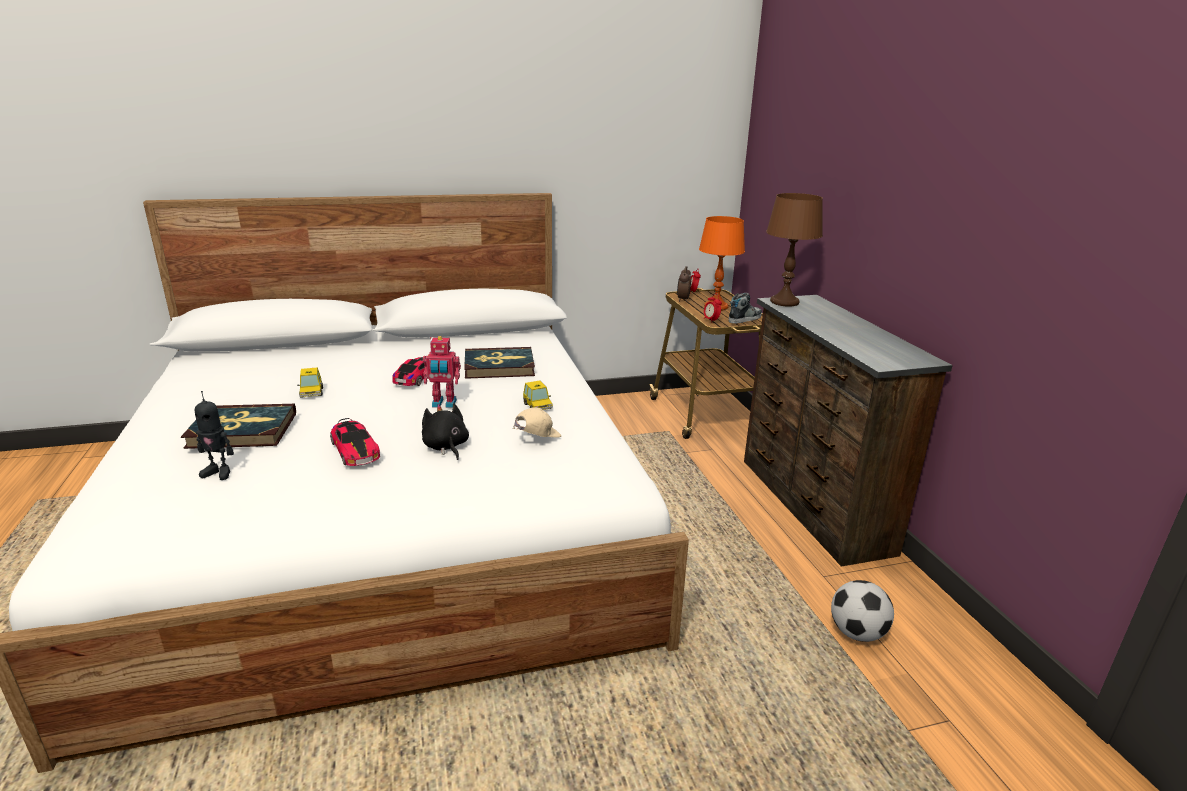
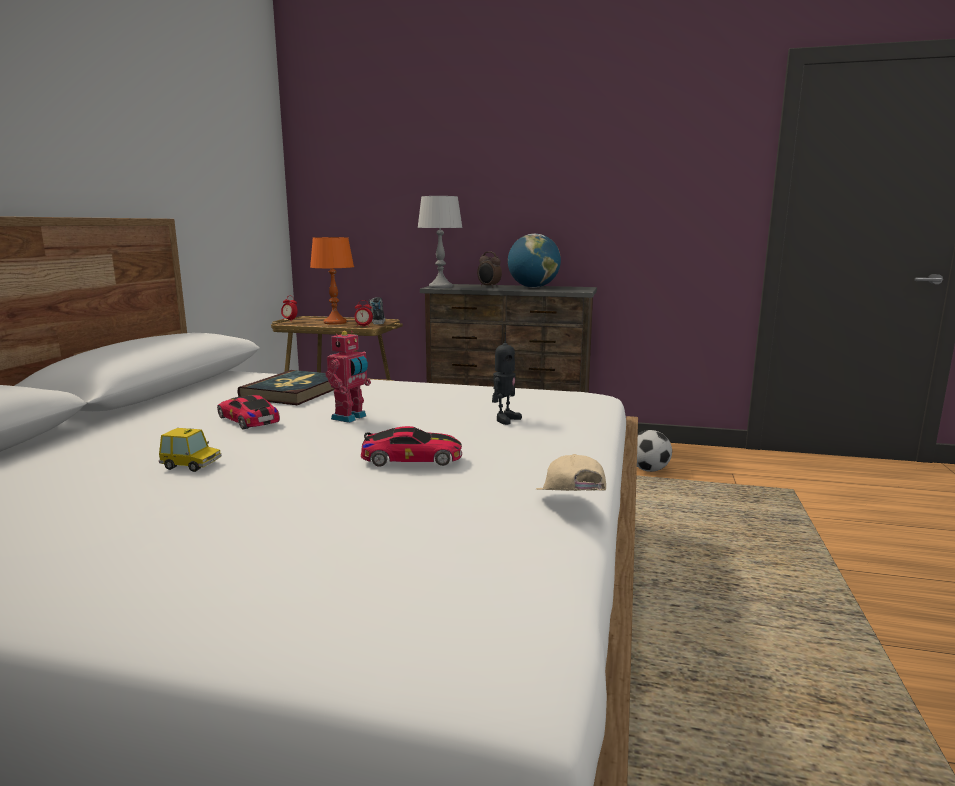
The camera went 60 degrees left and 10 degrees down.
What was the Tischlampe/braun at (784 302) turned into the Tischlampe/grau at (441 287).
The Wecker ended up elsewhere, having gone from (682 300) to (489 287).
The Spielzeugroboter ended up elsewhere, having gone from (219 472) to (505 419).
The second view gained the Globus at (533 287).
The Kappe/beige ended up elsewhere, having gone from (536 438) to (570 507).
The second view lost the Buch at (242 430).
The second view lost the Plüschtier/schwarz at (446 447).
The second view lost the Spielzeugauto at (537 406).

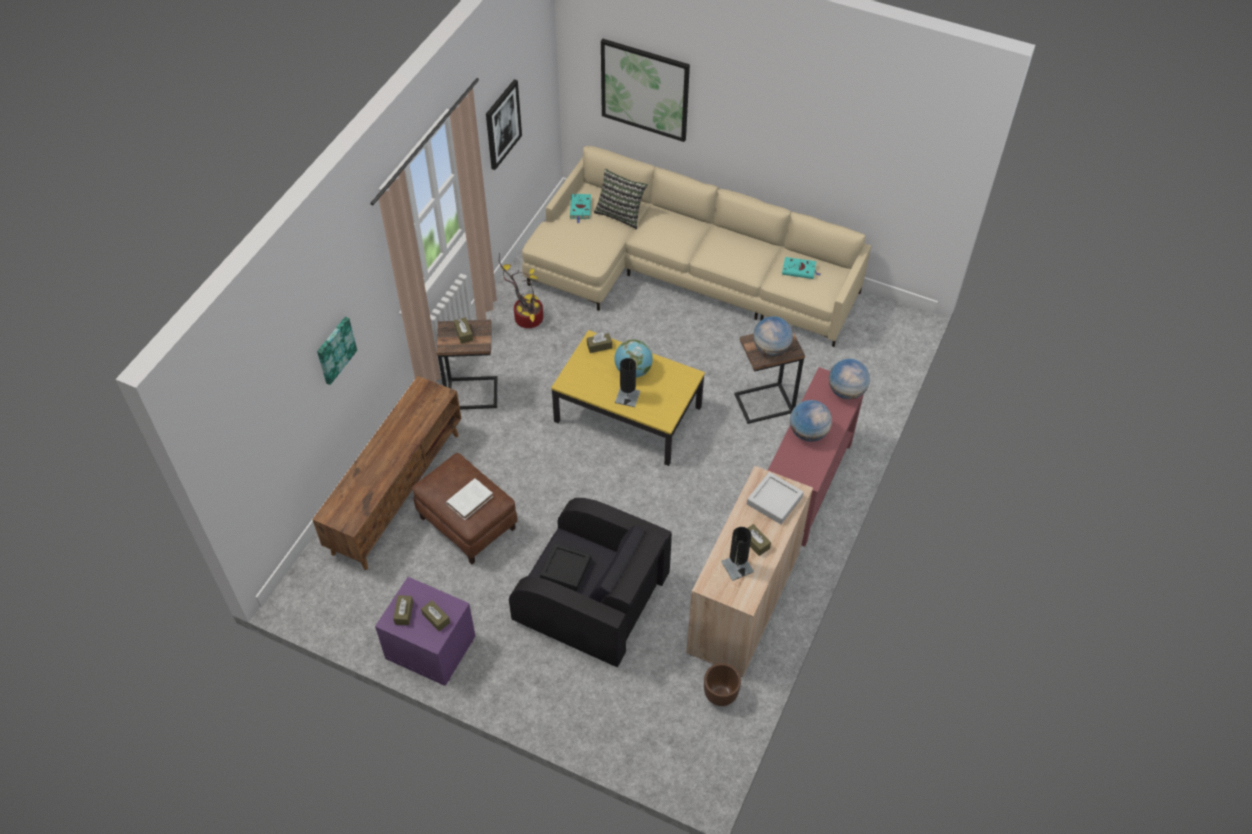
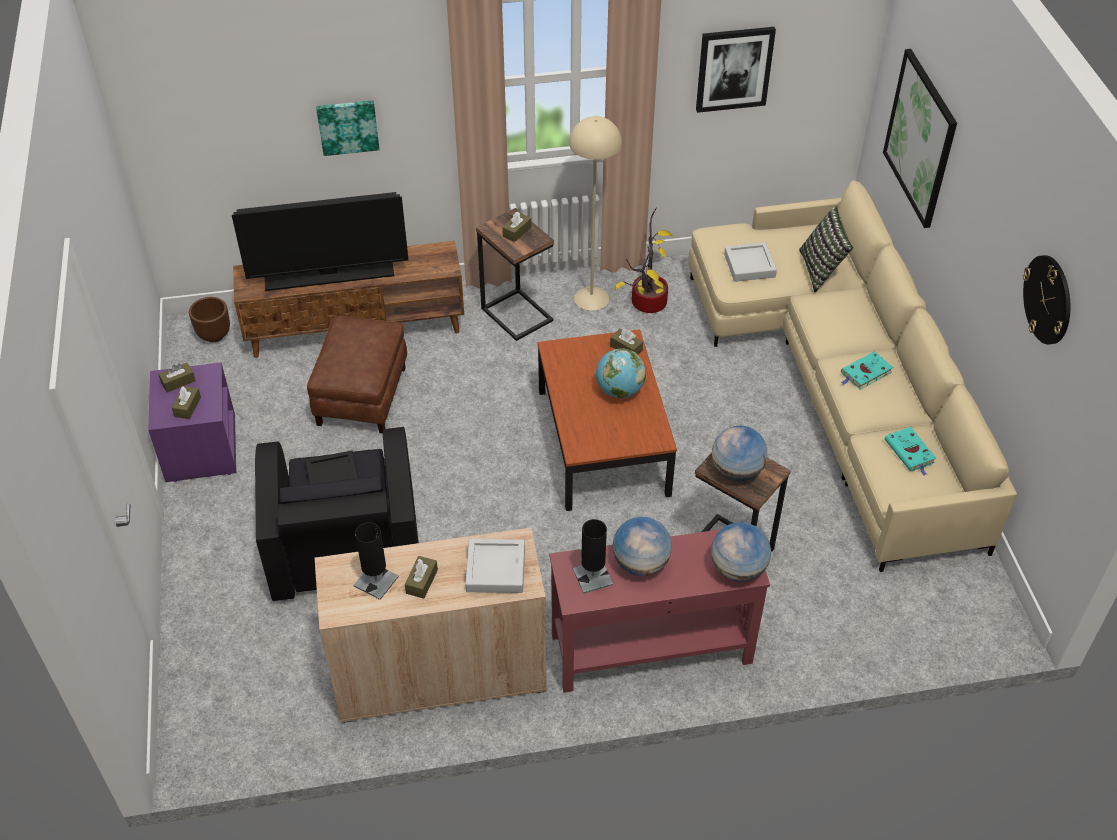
The camera went 55 degrees right and 5 degrees down.
The Pflanzkübel/braun ended up elsewhere, having gone from (720 694) to (214 335).
The second view gained the Fernseher at (330 276).
What was the Couchtisch/gelb at (628 414) turned into the Couchtisch/braun at (603 442).
The second view gained the Stehlampe/beige at (591 298).
The Tischlampe/schwarz ended up elsewhere, having gone from (627 397) to (592 577).
The second view gained the Tablett/grau at (749 265).
The Buch/türkis ended up elsewhere, having gone from (580 209) to (865 373).
The second view gained the Wanduhr at (1048 299).
The second view lost the Buch/weiß at (471 499).

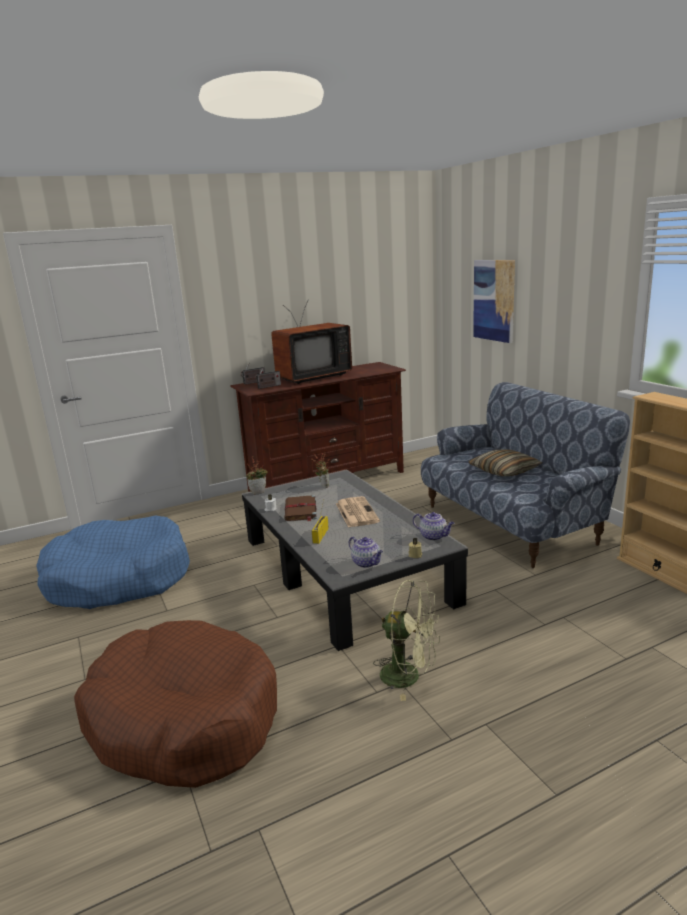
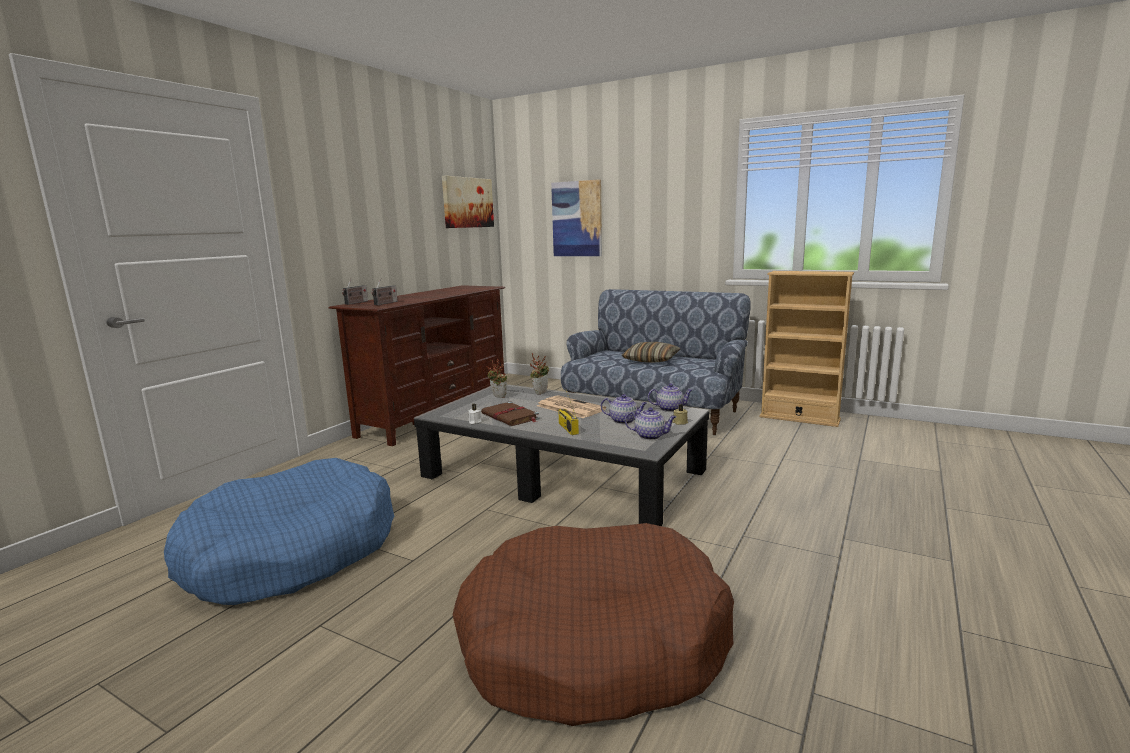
The camera went 35 degrees left and 5 degrees down.
The second view gained the Bild at (467 202).
The Topfpflanze ended up elsewhere, having gone from (258 492) to (540 392).
The second view gained the Teekanne at (624 421).
The second view lost the Fernseher at (310 377).
The second view lost the Ventilator/grün at (409 676).

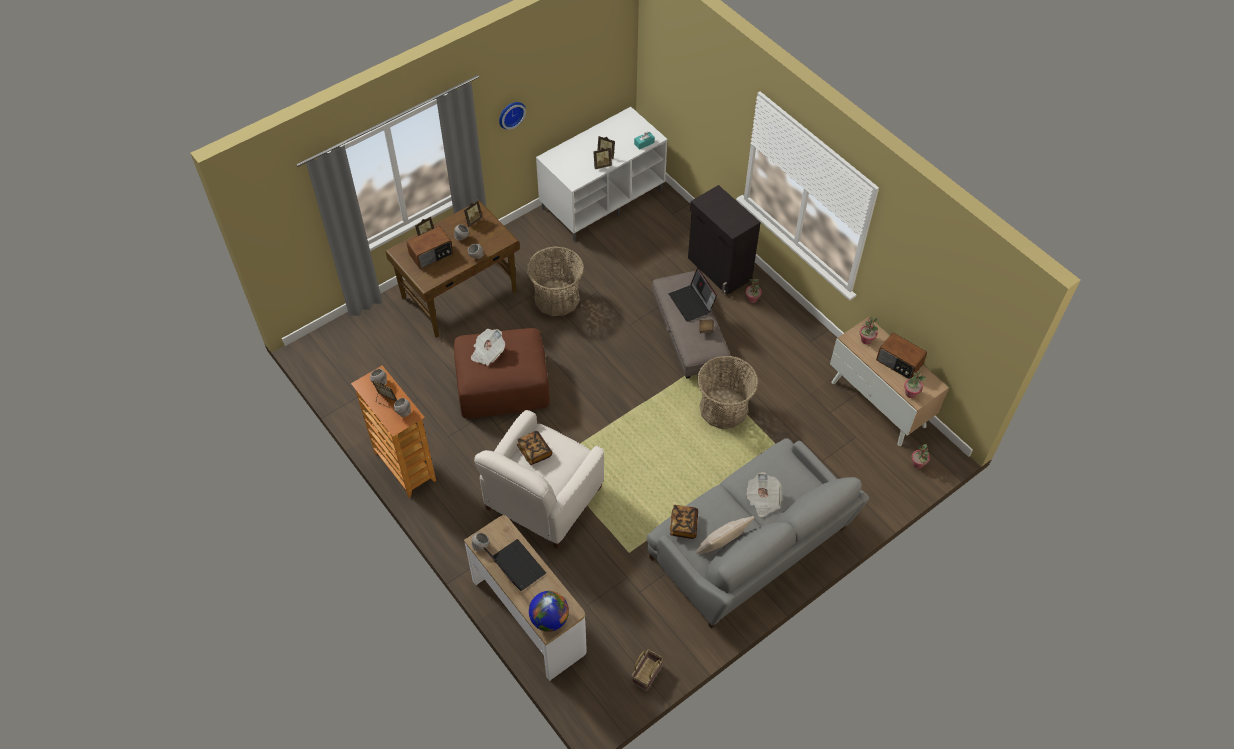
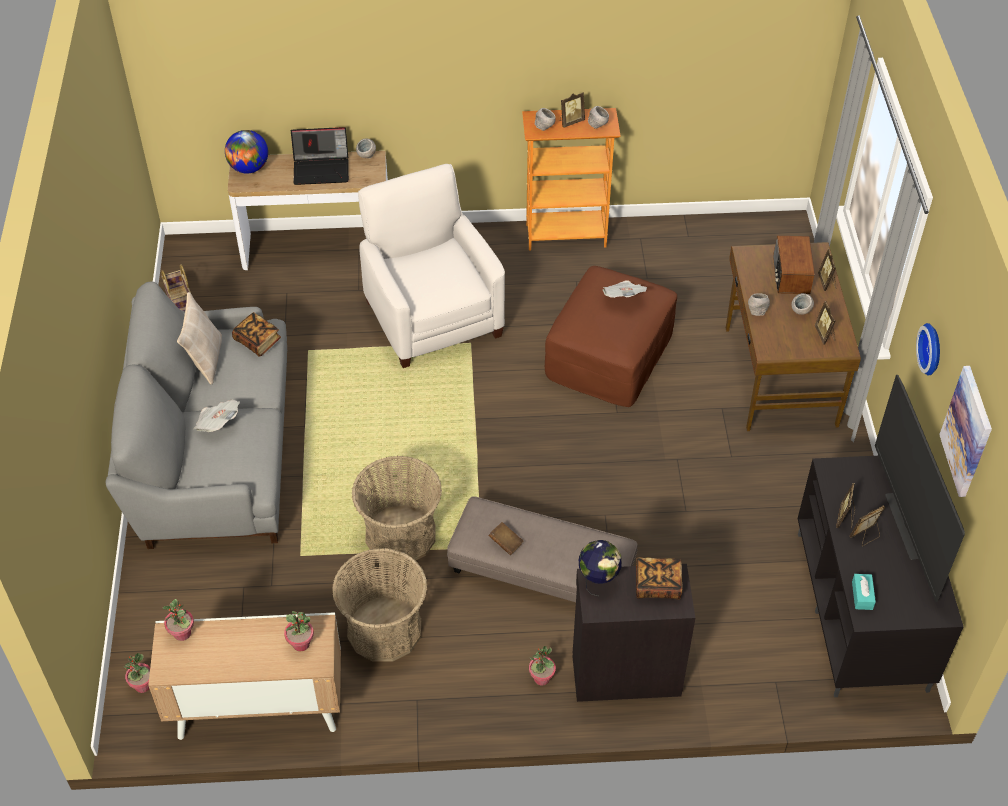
The camera went 125 degrees right and 5 degrees down.
The Korb ended up elsewhere, having gone from (557 298) to (384 629).
The second view gained the Globus at (598 580).
The Buch ended up elsewhere, having gone from (534 451) to (657 585).
What was the Fernsehschrank/weiß at (602 199) turned into the Fernsehschrank/schwarz at (862 611).
The second view gained the Fernseher at (904 526).
The second view gained the Bild at (967 431).
The second view lost the Laptop at (692 303).
The second view lost the Radio at (899 363).

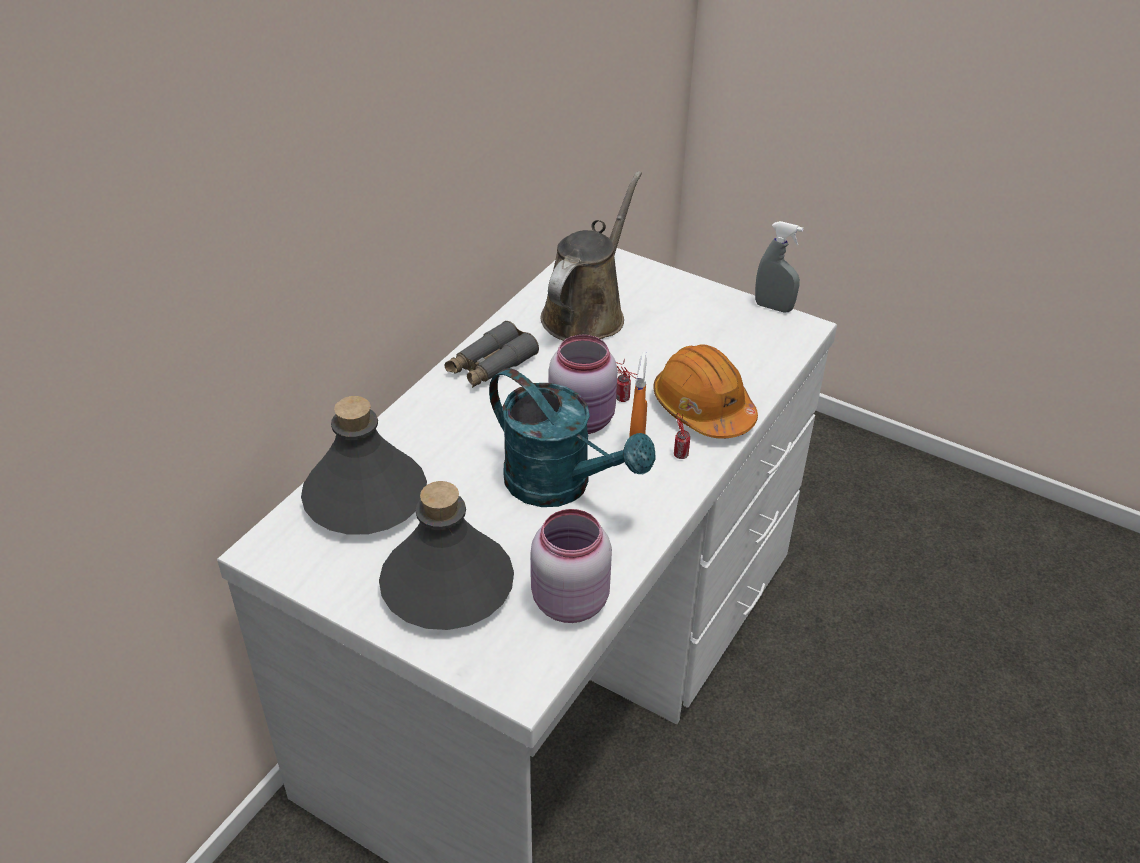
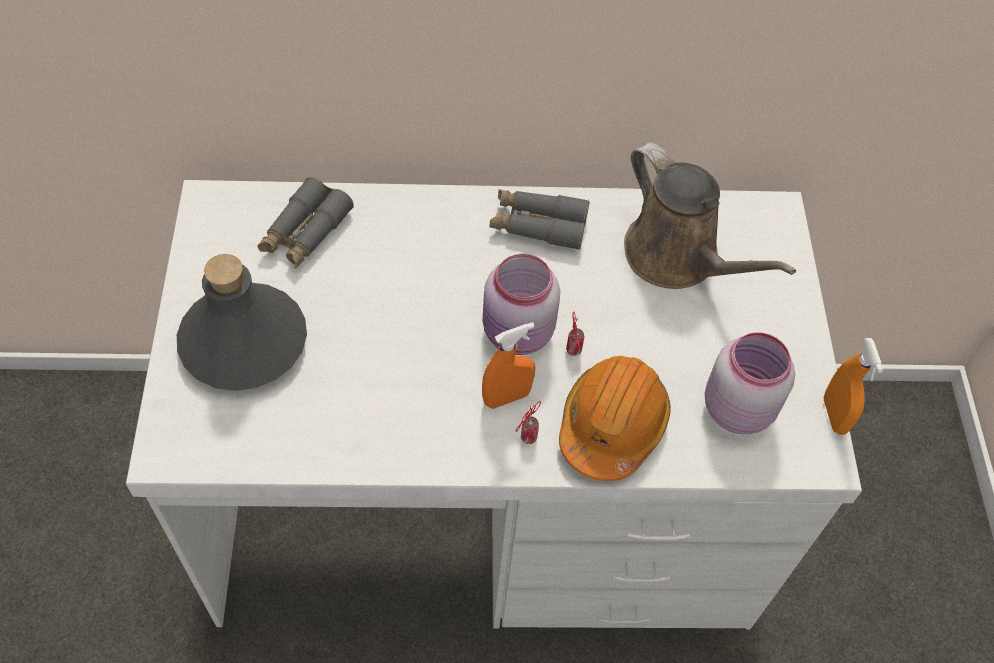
The camera went 55 degrees right and 15 degrees up.
Where the Flasche/grau stood at (365 499), the Fernglas/grau came to stand at (305 232).
The Gießkanne/braun at (587 313) ended up facing another way, 60 degrees clockwise from before.
The Vorratsglas/rosa ended up elsewhere, having gone from (567 601) to (736 406).
What was the Sprühflasche/grau at (773 307) turned into the Sprühflasche/orange at (834 415).
The second view lost the Gießkanne/türkis at (560 485).

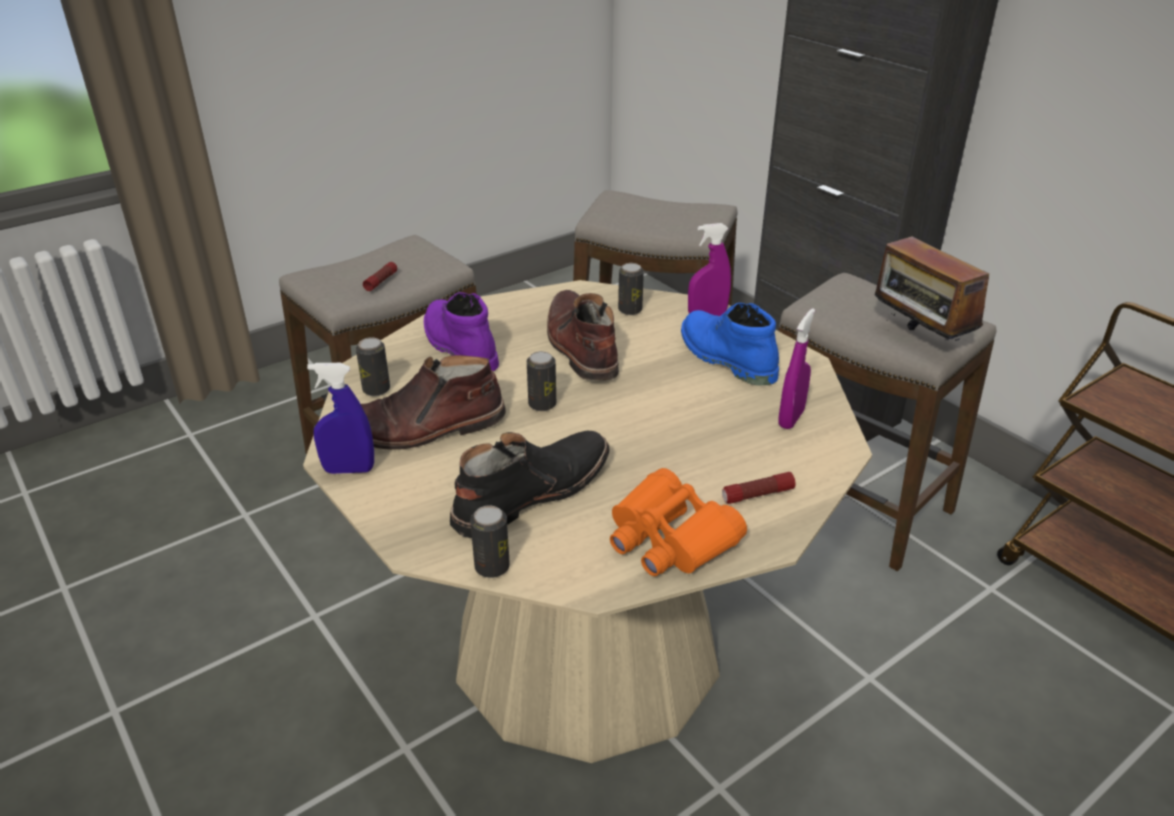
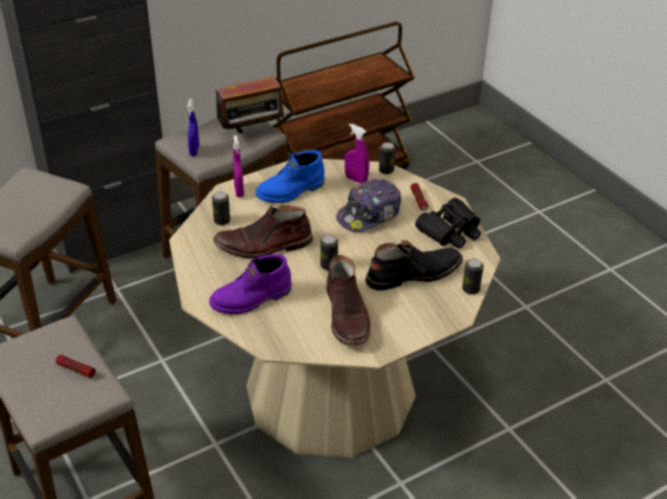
The camera went 85 degrees left and 5 degrees up.
The Sprühflasche/blau ended up elsewhere, having gone from (349 470) to (194 151).
The second view gained the Kappe at (369 215).
The Stiefel/schwarz at (530 492) ended up facing another way, 105 degrees clockwise from before.
The Dose ended up elsewhere, having gone from (376 390) to (386 170).
What was the Fernglas/orange at (669 539) turned into the Fernglas/schwarz at (450 231).

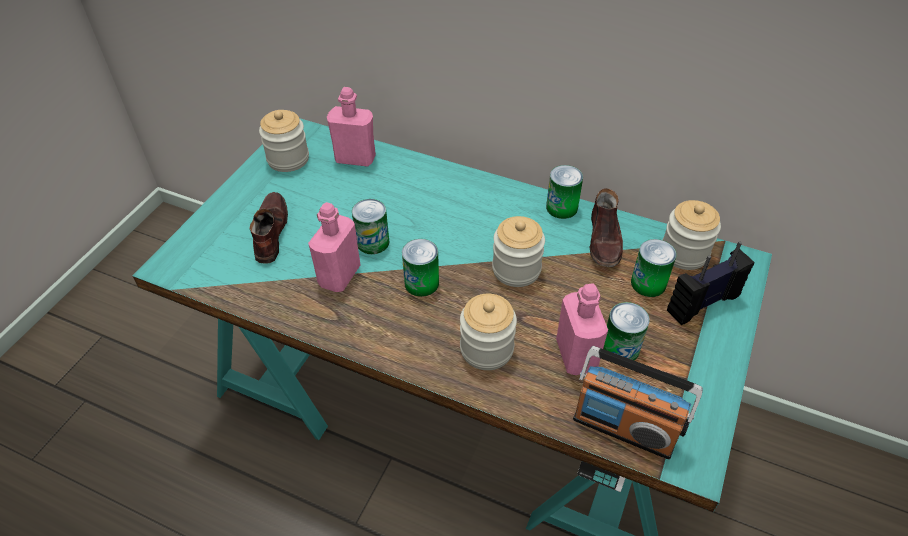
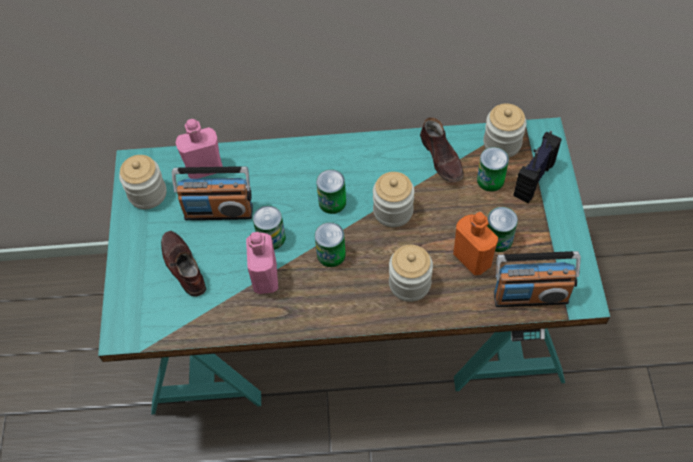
The camera went 25 degrees left and 10 degrees up.
The second view gained the Radio at (218 211).
The Dose ended up elsewhere, having gone from (561 207) to (332 202).
What was the Flasche/rosa at (576 355) turned into the Flasche/orange at (472 259).

